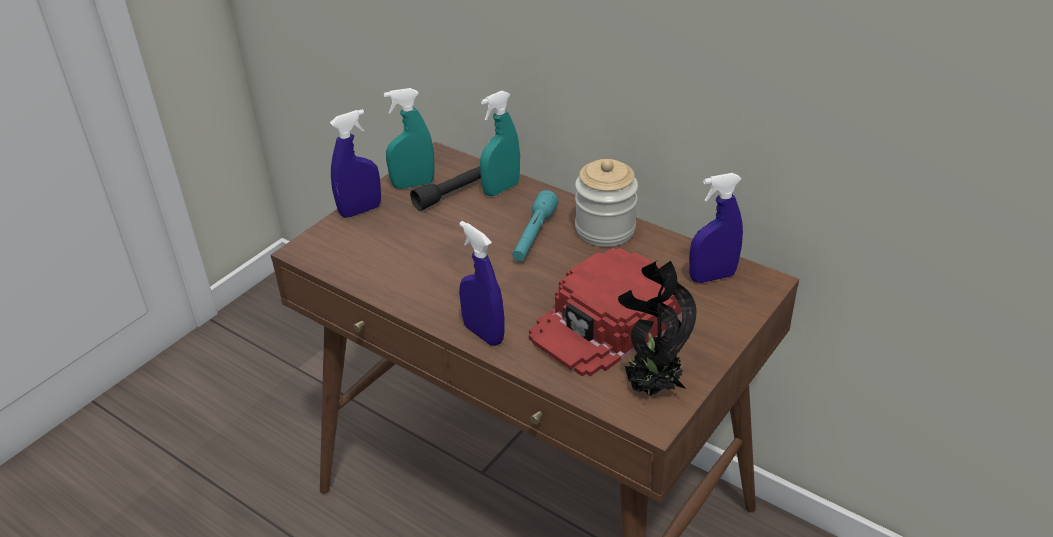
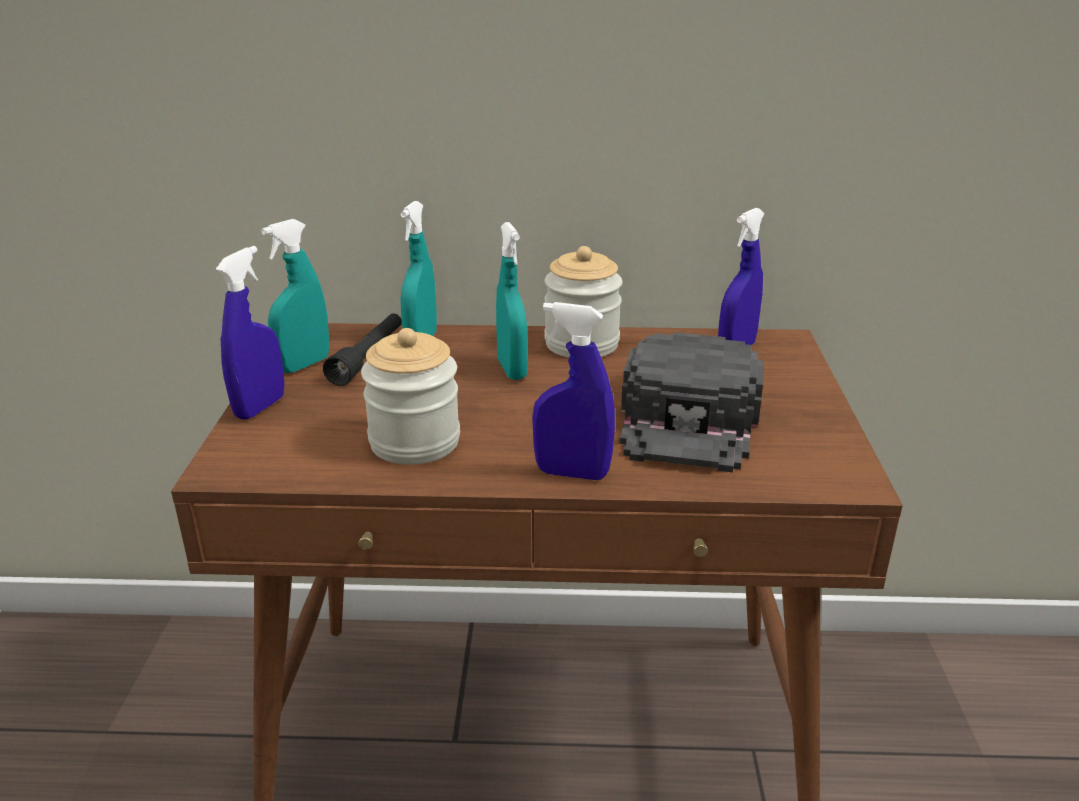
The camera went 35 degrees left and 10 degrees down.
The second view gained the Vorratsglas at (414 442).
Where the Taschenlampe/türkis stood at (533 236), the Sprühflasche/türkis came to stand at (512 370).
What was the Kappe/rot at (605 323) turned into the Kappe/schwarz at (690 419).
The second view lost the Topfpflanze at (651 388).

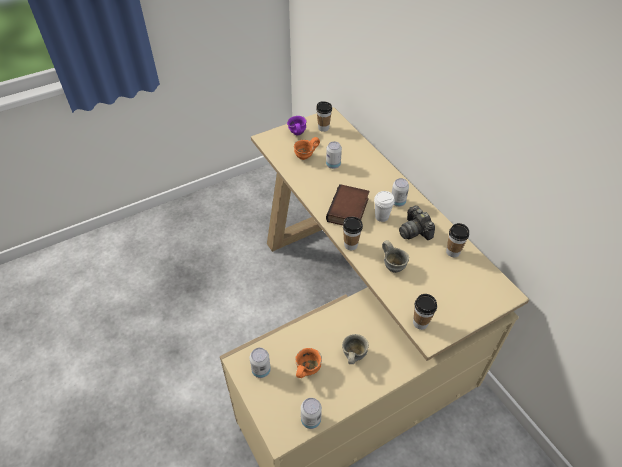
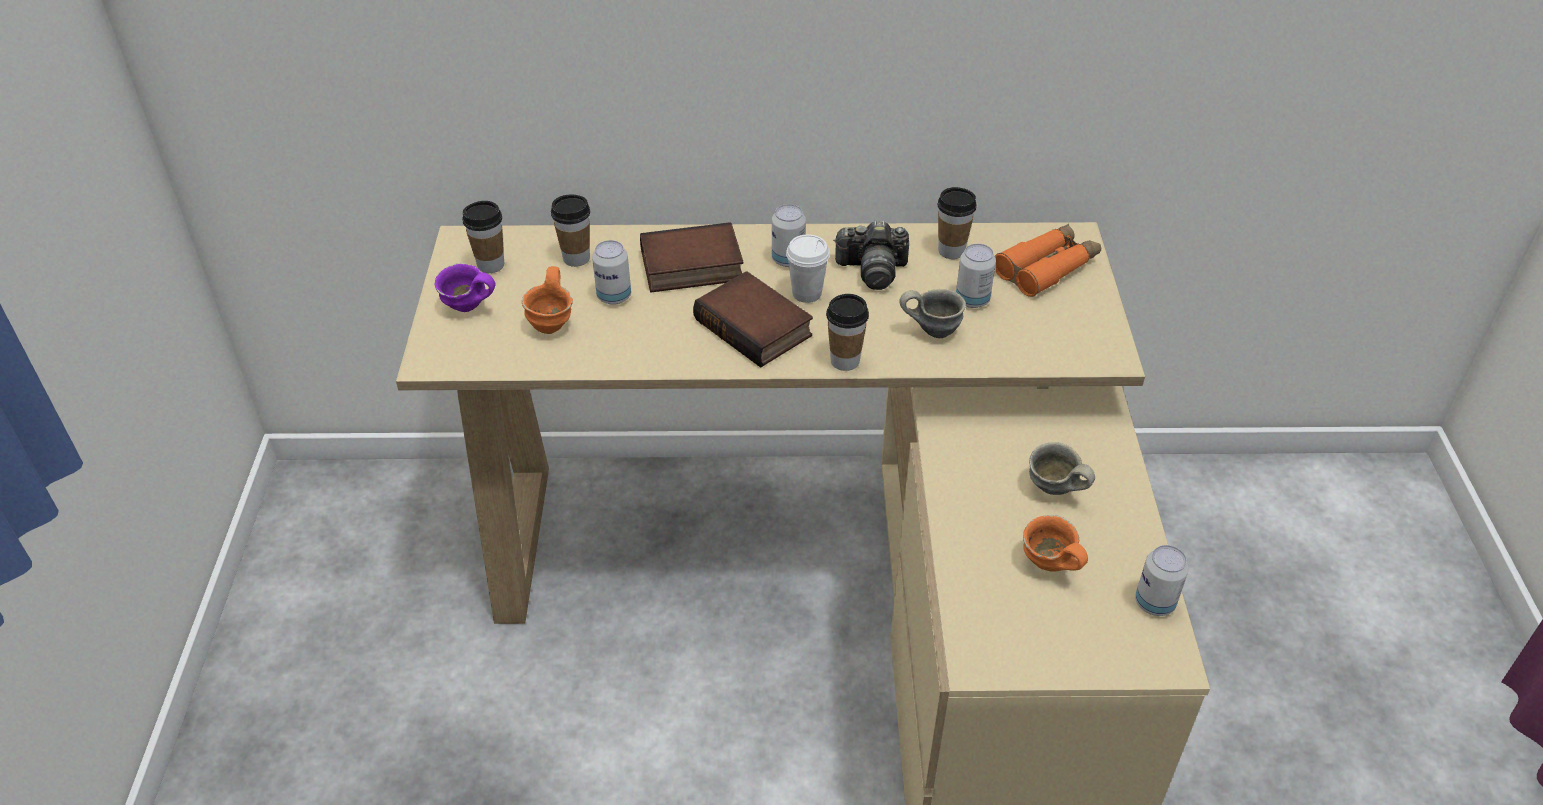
The camera went 60 degrees left and 5 degrees down.
The Tasse ended up elsewhere, having gone from (420 323) to (576 258).
The second view gained the Buch at (690 268).
The Dose ended up elsewhere, having gone from (261 370) to (972 300).
The second view gained the Fernglas/orange at (1047 268).

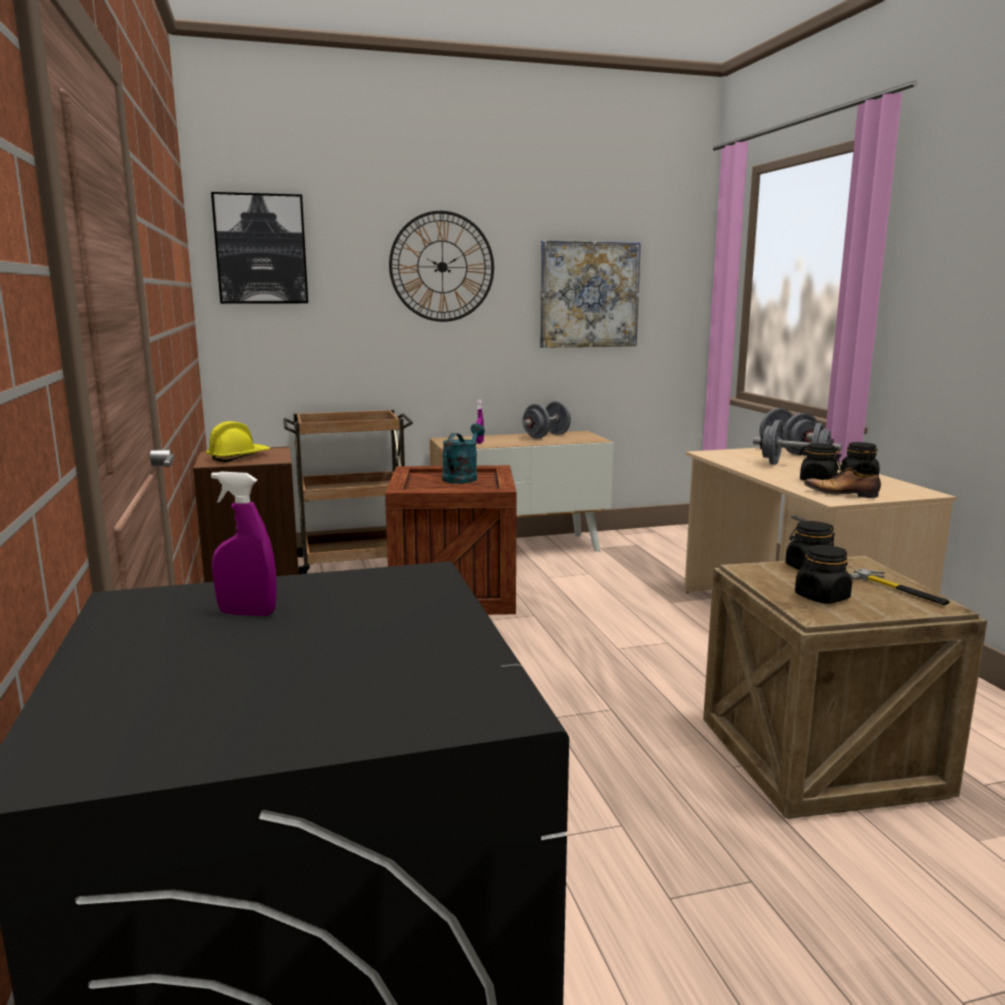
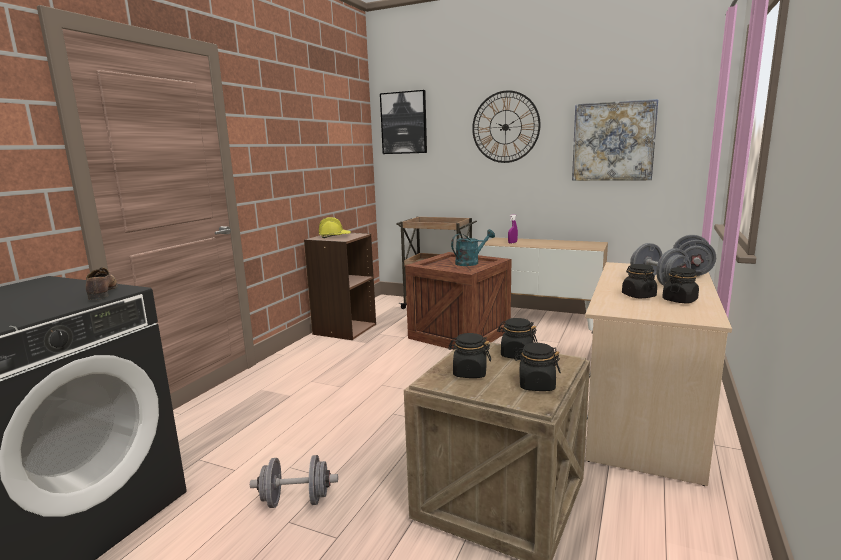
The camera went 40 degrees right and 0 degrees up.
The Schuh ended up elsewhere, having gone from (842 494) to (103 292).
The Hantel/grau ended up elsewhere, having gone from (546 436) to (296 501).
Where the Hammer stood at (899 591), the Vorratsglas/schwarz came to stand at (536 385).
The second view lost the Sprühflasche/lila at (247 613).

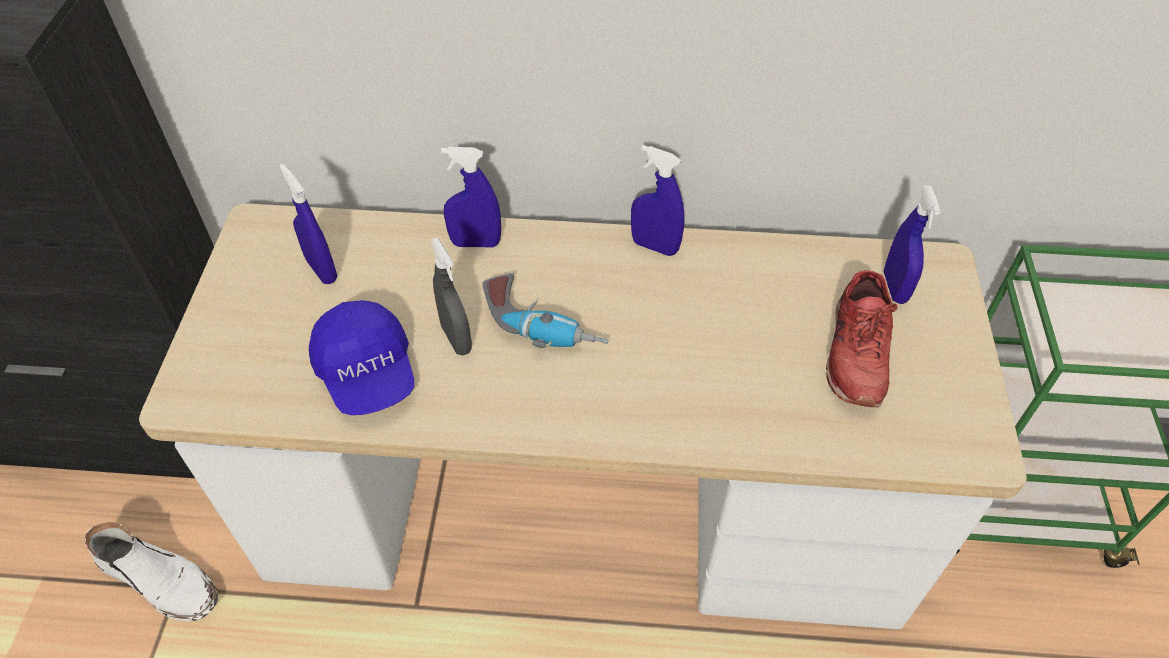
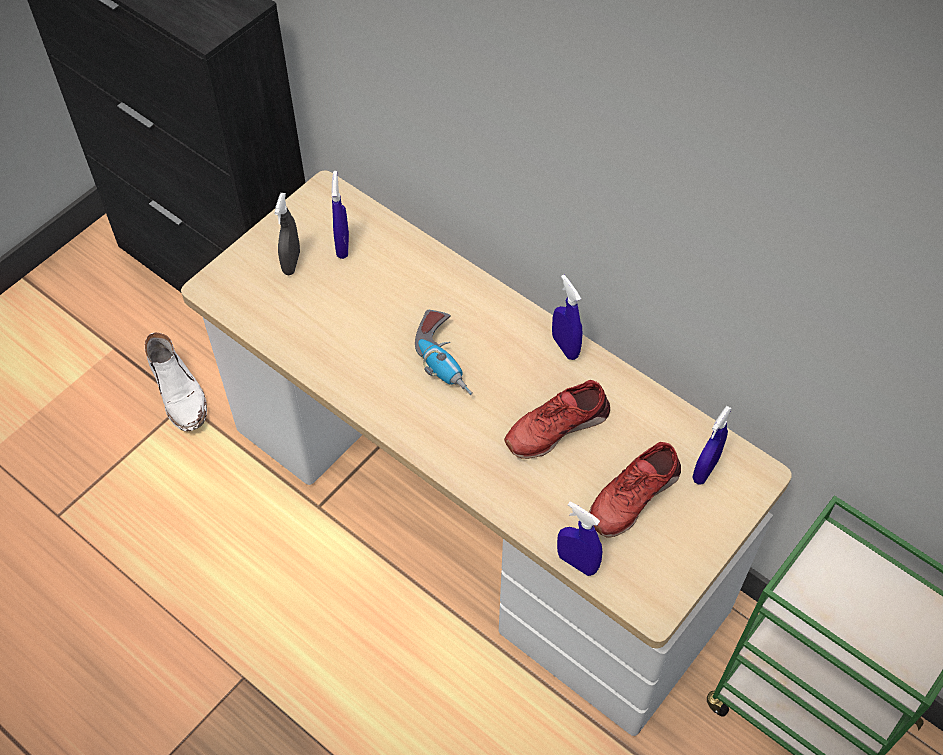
The camera went 35 degrees right and 5 degrees up.
The Sprühflasche/grau ended up elsewhere, having gone from (456 338) to (291 263).
The second view gained the Schuh/rot at (556 427).
The Sprühflasche/blau ended up elsewhere, having gone from (475 243) to (577 562).
The second view lost the Kappe/blau at (368 373).

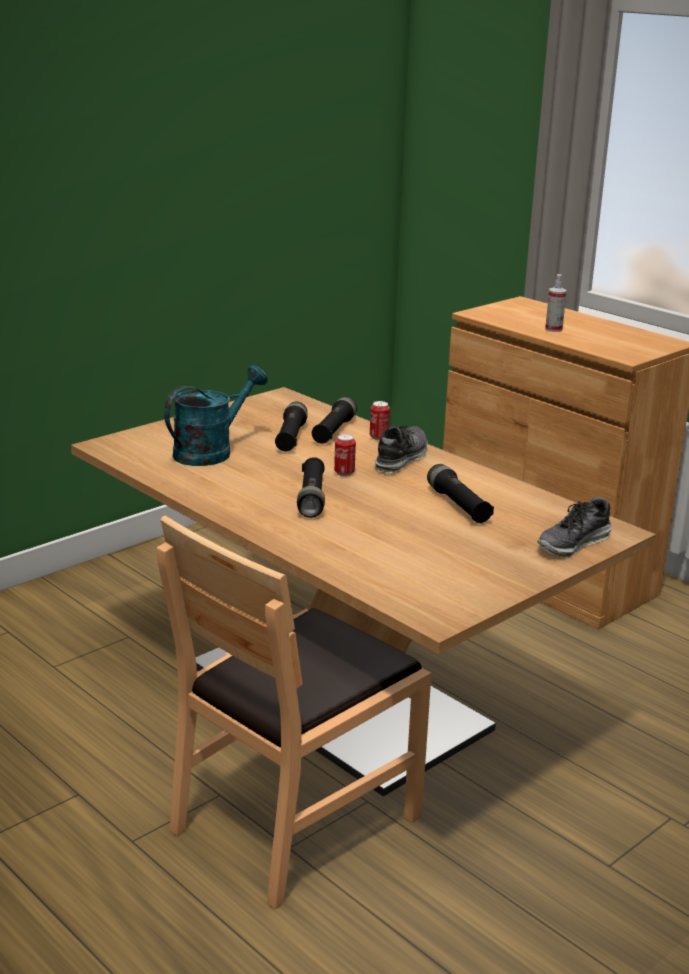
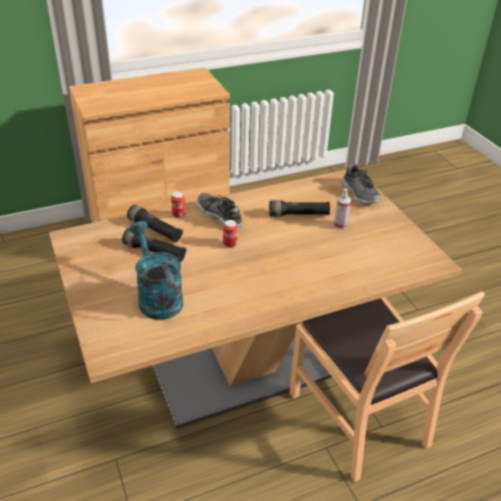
The camera went 70 degrees left and 15 degrees up.
The Sprühflasche ended up elsewhere, having gone from (553 329) to (340 225).
The second view lost the Taschenlampe/schwarz at (311 498).

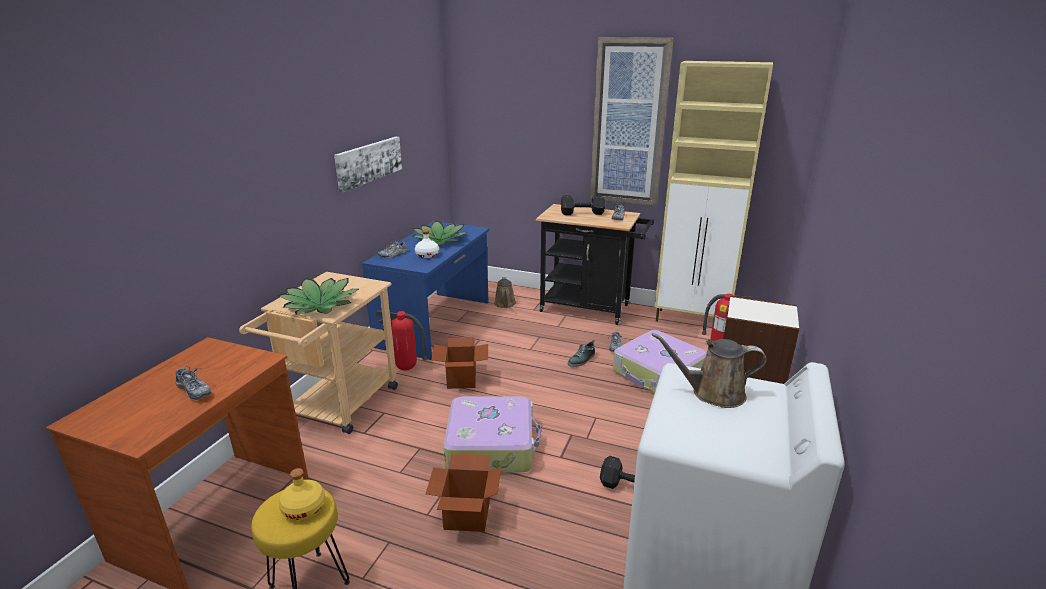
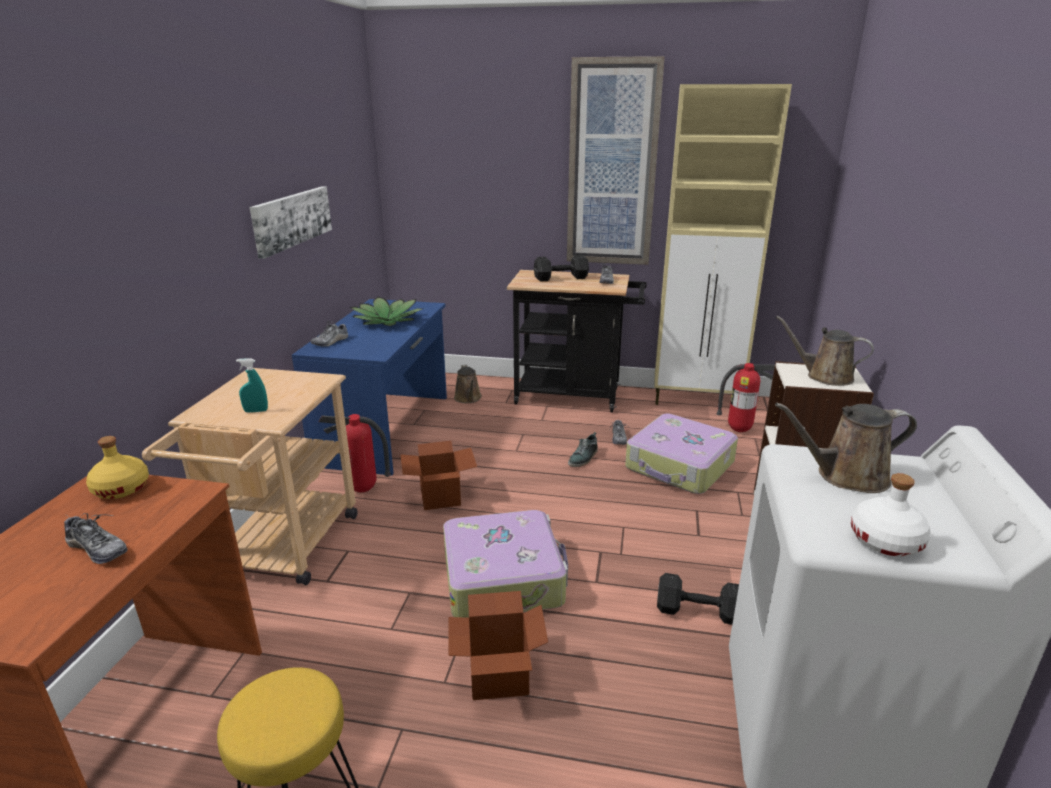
The camera went 10 degrees left and 0 degrees up.
The Flasche/gelb ended up elsewhere, having gone from (304 507) to (122 488).
Where the Topfpflanze stood at (320 305), the Sprühflasche/türkis came to stand at (256 411).
The second view gained the Gießkanne/braun at (824 376).
The Flasche/weiß ended up elsewhere, having gone from (427 255) to (886 541).

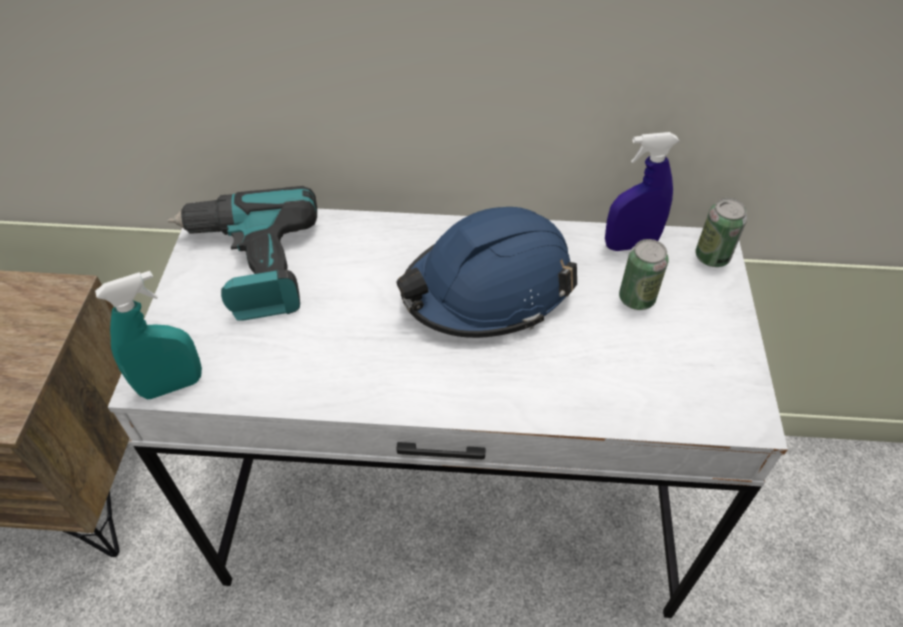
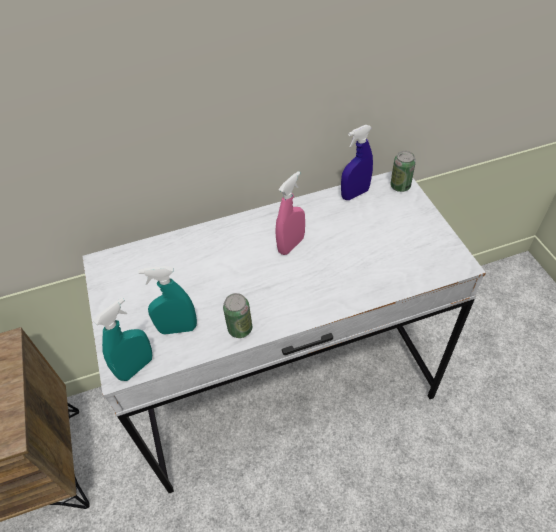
The camera went 20 degrees left and 0 degrees up.
The second view gained the Sprühflasche/türkis at (177 328).
The Dose ended up elsewhere, having gone from (636 298) to (240 329).
Where the Schutzhelm/blau stood at (488 289), the Sprühflasche/rosa came to stand at (291 245).
The second view lost the Bohrmaschine at (251 265).

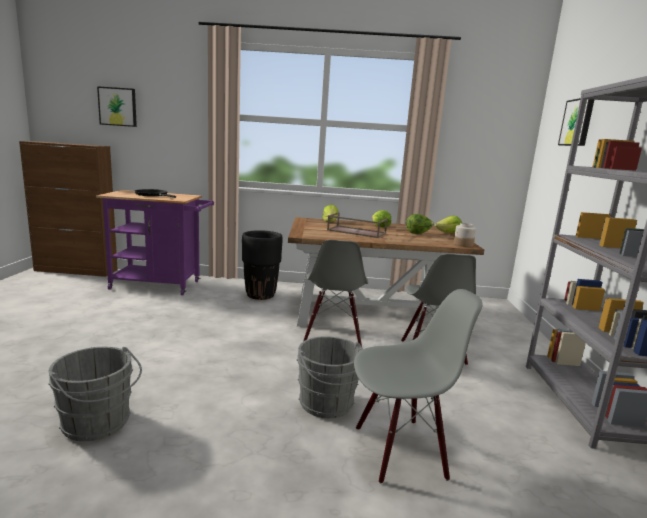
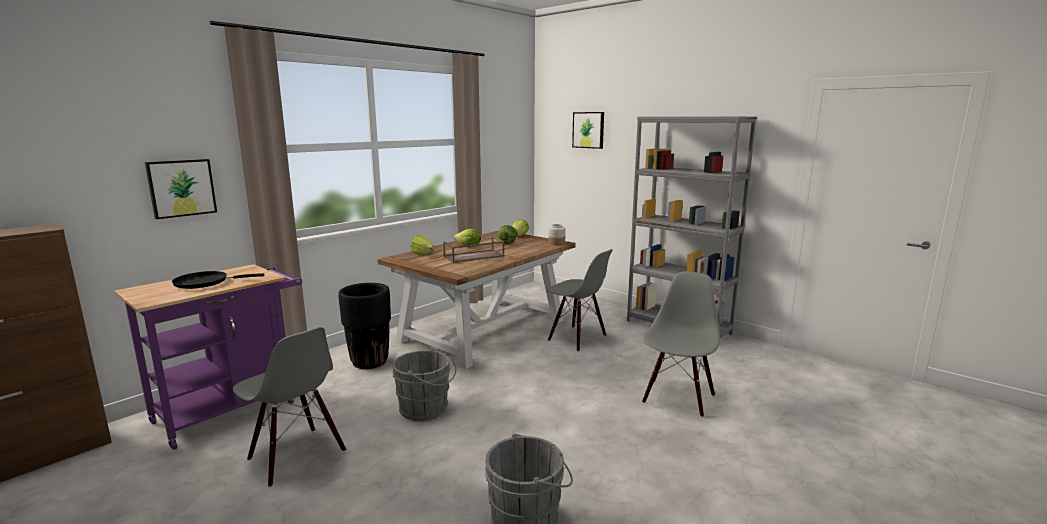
The camera went 50 degrees left and 0 degrees up.
The Bild ended up elsewhere, having gone from (118 107) to (181 188).
The Stuhl/grau ended up elsewhere, having gone from (333 336) to (296 456).
The Eimer/grau ended up elsewhere, having gone from (328 404) to (426 409).

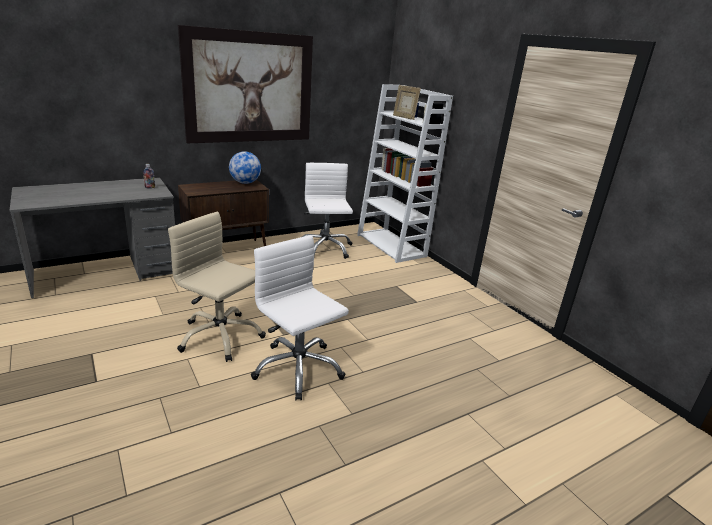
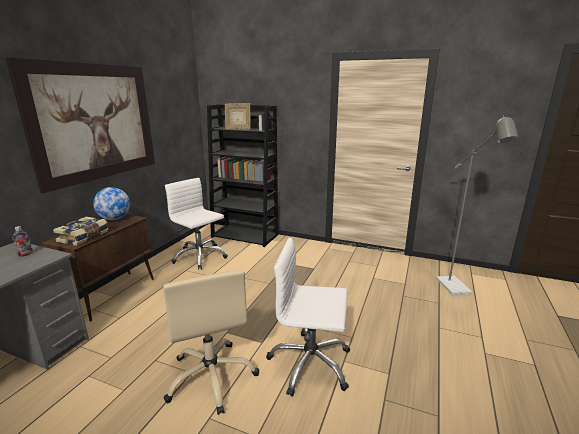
The camera went 35 degrees left and 5 degrees down.
The second view gained the Buch at (84 237).
The Bürostuhl/beige at (220 337) ended up facing another way, 105 degrees counterclockwise from before.
What was the Bücherregal/weiß at (392 246) turned into the Bücherregal/schwarz at (245 236).
The second view gained the Stehlampe/grau at (456 289).

